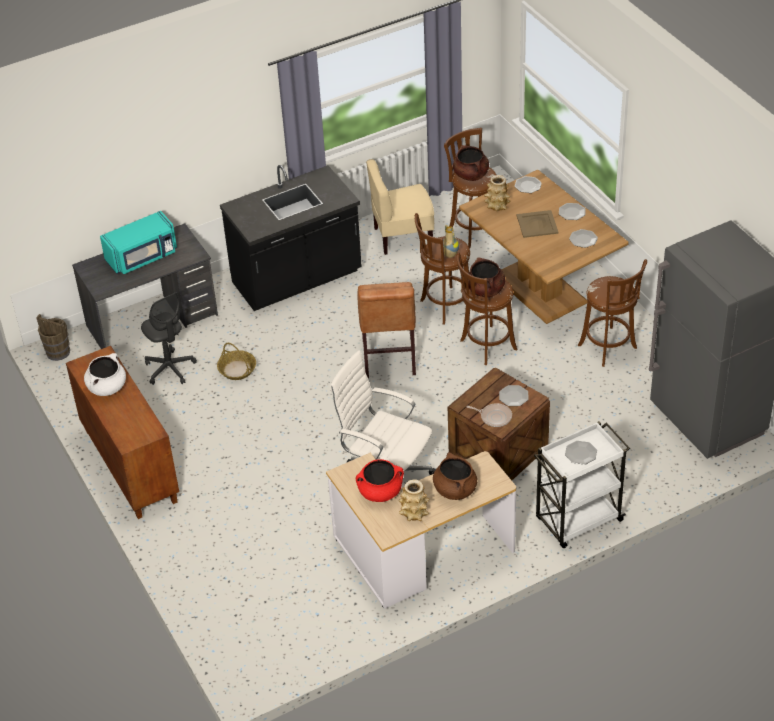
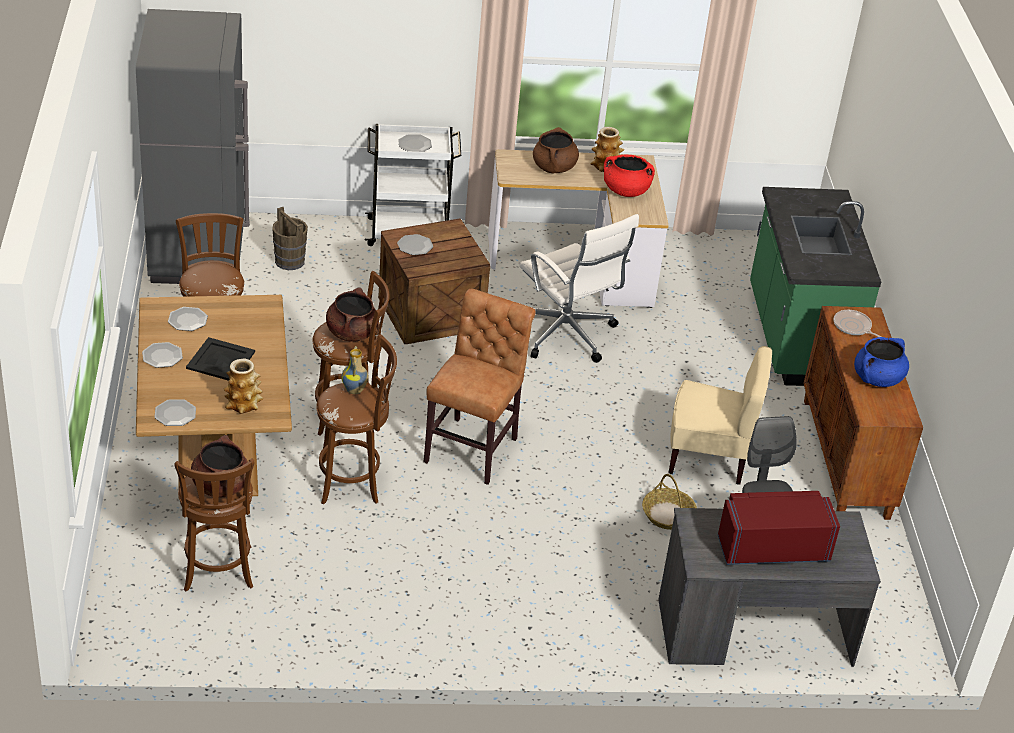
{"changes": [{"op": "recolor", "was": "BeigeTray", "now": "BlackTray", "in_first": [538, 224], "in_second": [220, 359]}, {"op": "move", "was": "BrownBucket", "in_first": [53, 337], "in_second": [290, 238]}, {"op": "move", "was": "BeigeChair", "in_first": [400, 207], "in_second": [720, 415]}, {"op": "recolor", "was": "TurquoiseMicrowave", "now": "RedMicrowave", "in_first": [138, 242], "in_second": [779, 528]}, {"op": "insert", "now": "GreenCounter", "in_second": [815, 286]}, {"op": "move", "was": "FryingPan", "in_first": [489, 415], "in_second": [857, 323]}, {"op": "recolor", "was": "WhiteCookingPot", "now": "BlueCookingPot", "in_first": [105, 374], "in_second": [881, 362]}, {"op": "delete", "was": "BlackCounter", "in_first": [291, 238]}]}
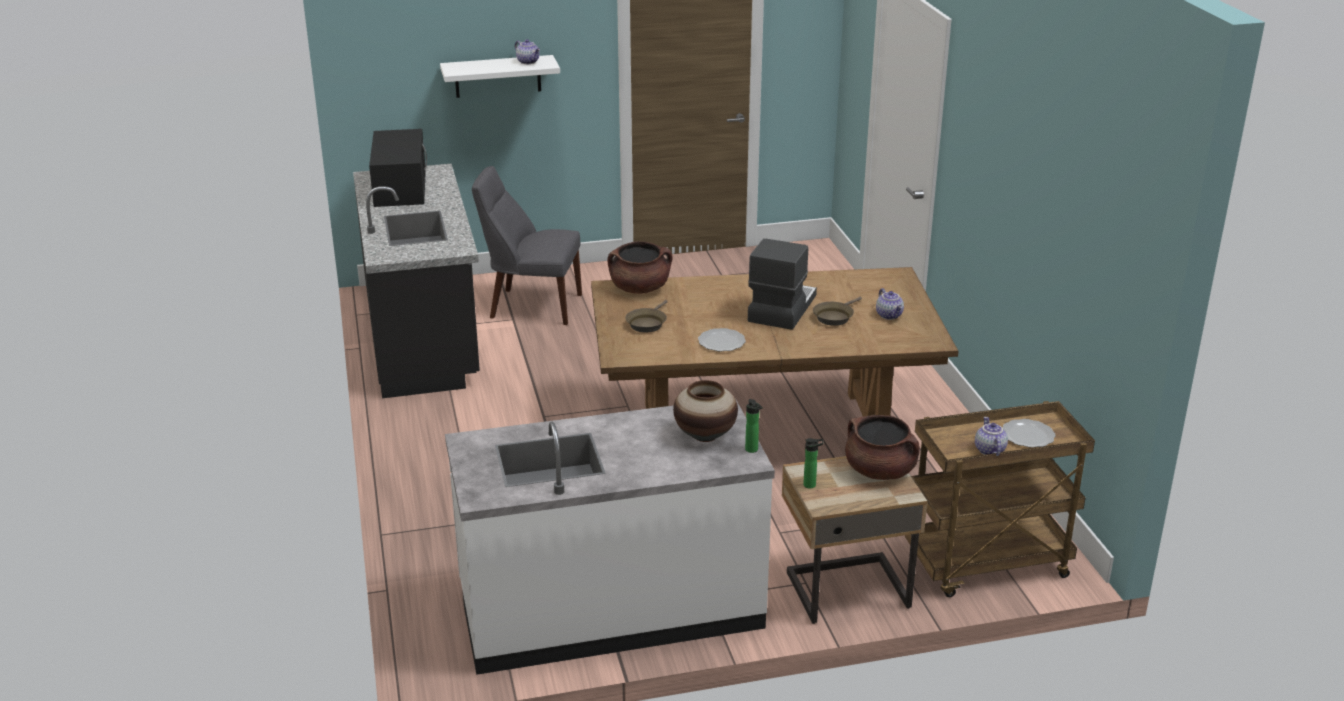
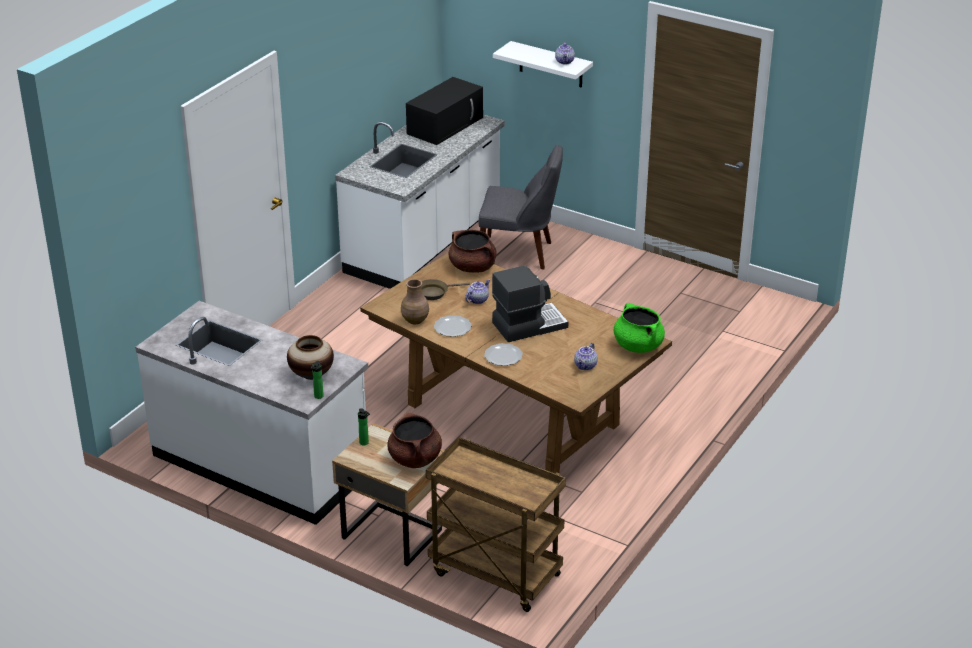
{"changes": [{"op": "recolor", "was": "BlackCounter", "now": "WhiteCounter", "in_first": [416, 281], "in_second": [420, 202]}, {"op": "insert", "now": "BrownVase", "in_second": [415, 301]}, {"op": "move", "was": "Teapot", "in_first": [991, 436], "in_second": [477, 291]}, {"op": "rotate", "was": "GreyChair", "in_first": [527, 245], "in_second": [521, 206], "clockwise": 135}, {"op": "move", "was": "Plate", "in_first": [1029, 433], "in_second": [503, 354]}, {"op": "insert", "now": "GreenCookingPot", "in_second": [639, 328]}, {"op": "delete", "was": "BrownFryingPan", "in_first": [837, 311]}]}
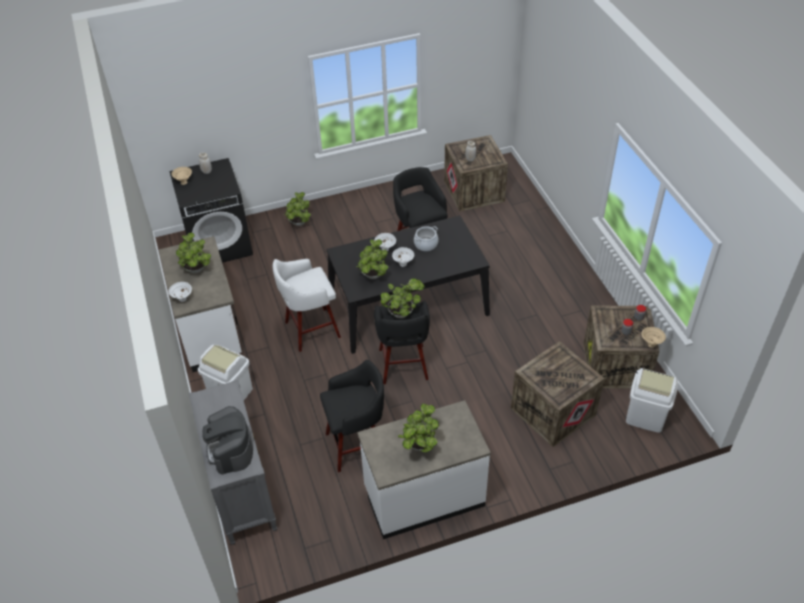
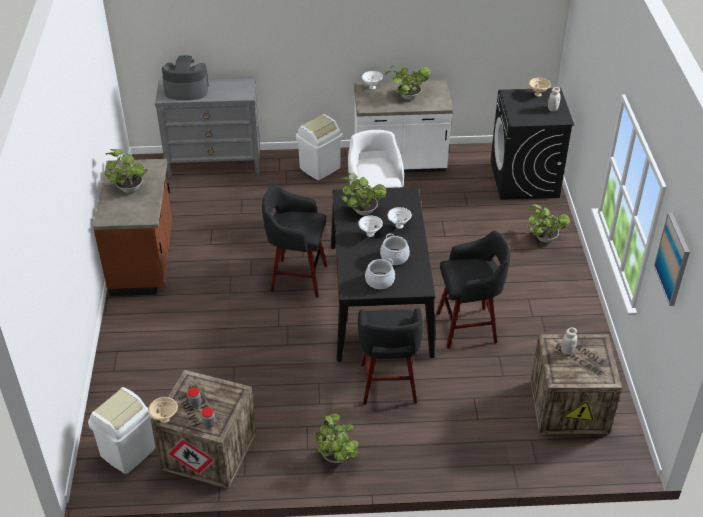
{"changes": [{"op": "recolor", "was": "WhiteCounter", "now": "BrownCounter", "in_first": [424, 469], "in_second": [132, 227]}, {"op": "move", "was": "PottedPlant", "in_first": [403, 298], "in_second": [337, 438]}, {"op": "move", "was": "BlackStool", "in_first": [352, 416], "in_second": [390, 356]}, {"op": "insert", "now": "CookingPot", "in_second": [380, 273]}, {"op": "insert", "now": "Picture", "in_second": [672, 259]}, {"op": "delete", "was": "Crate", "in_first": [558, 394]}]}
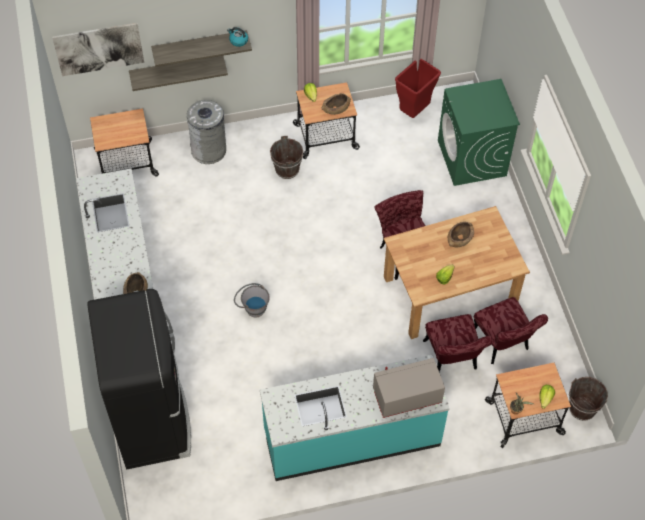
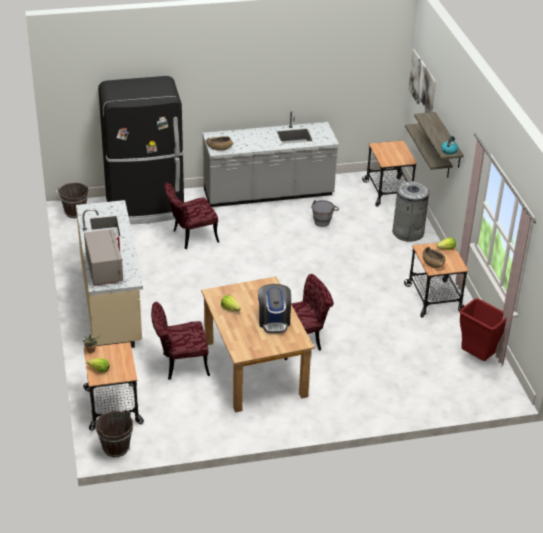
{"changes": [{"op": "move", "was": "BrownBucket", "in_first": [286, 157], "in_second": [73, 200]}, {"op": "recolor", "was": "TurquoiseCounter", "now": "BeigeCounter", "in_first": [355, 418], "in_second": [109, 274]}, {"op": "move", "was": "RedChair", "in_first": [511, 330], "in_second": [191, 216]}, {"op": "replace", "was": "BrownBowl", "now": "CoffeeMachine", "in_first": [461, 234], "in_second": [274, 308]}, {"op": "move", "was": "GreyBucket", "in_first": [252, 300], "in_second": [325, 213]}, {"op": "delete", "was": "GreenWashingMachine", "in_first": [479, 132]}]}
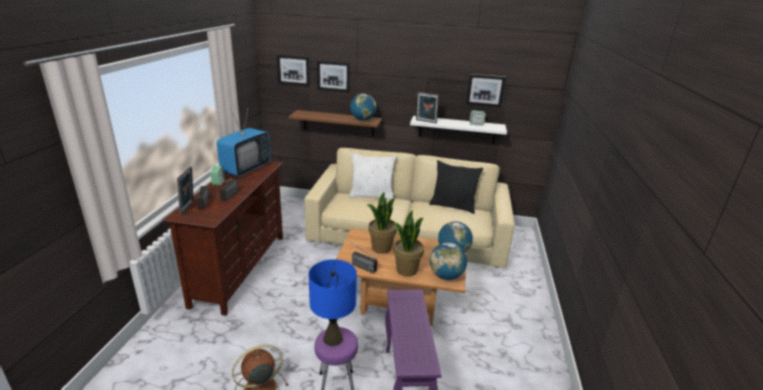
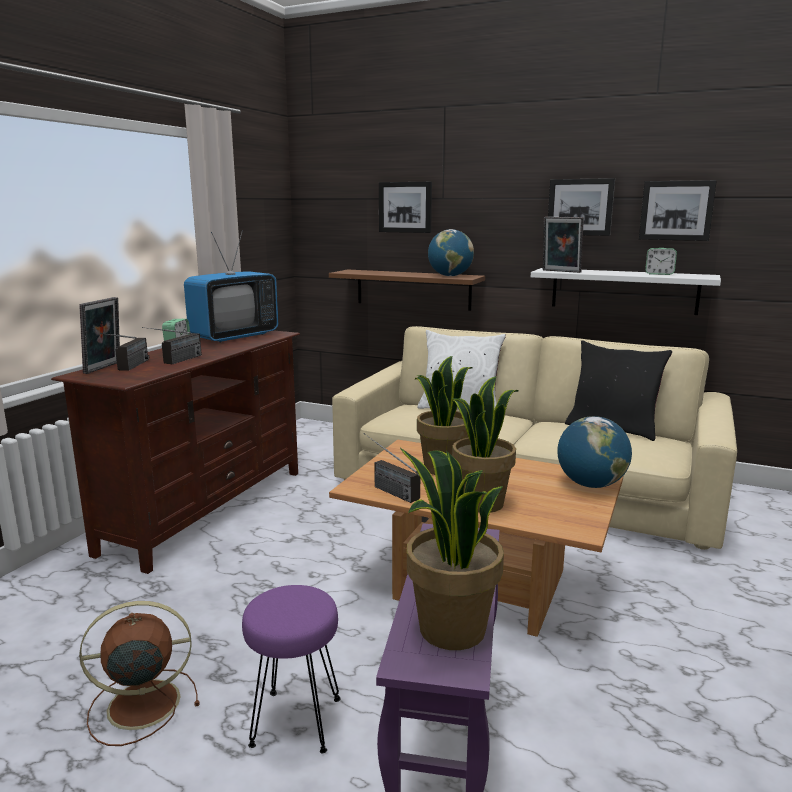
{"changes": [{"op": "insert", "now": "PottedPlant", "in_second": [452, 549]}, {"op": "move", "was": "Picture", "in_first": [293, 71], "in_second": [581, 207]}, {"op": "delete", "was": "BlueTableLamp", "in_first": [333, 302]}, {"op": "delete", "was": "Globe", "in_first": [448, 261]}]}
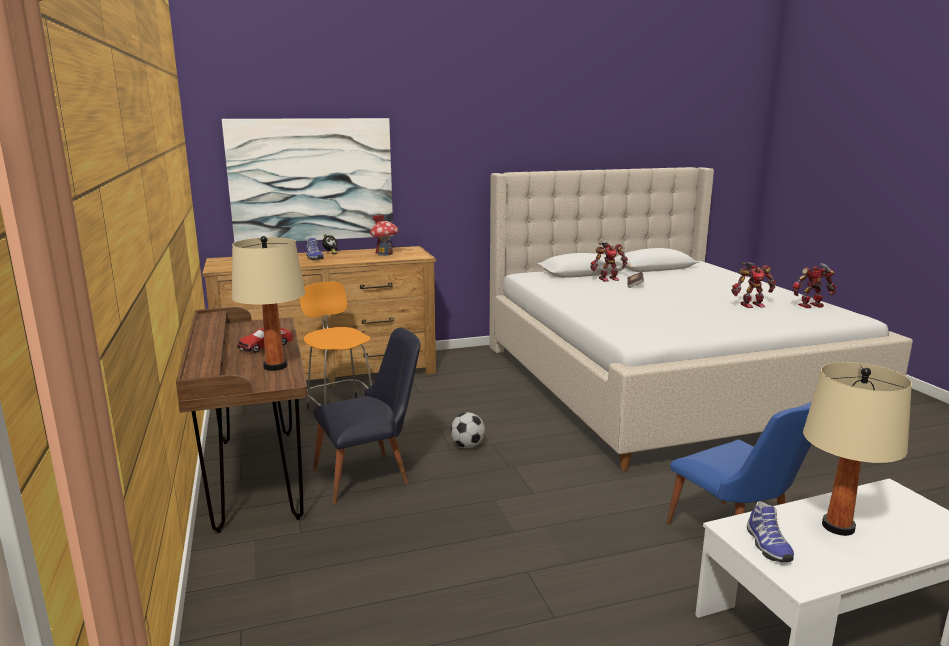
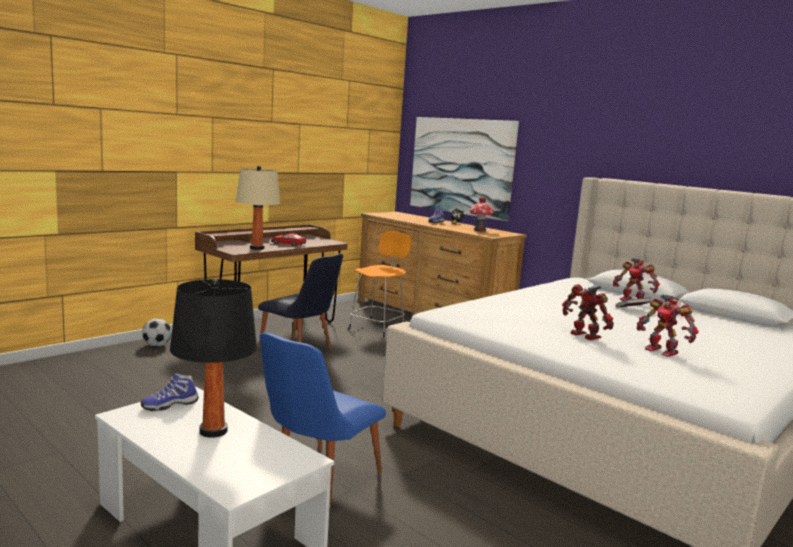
{"changes": [{"op": "move", "was": "Football", "in_first": [468, 430], "in_second": [156, 332]}, {"op": "recolor", "was": "BeigeTableLamp", "now": "BlackTableLamp", "in_first": [857, 449], "in_second": [213, 358]}, {"op": "move", "was": "ToyRobot", "in_first": [815, 285], "in_second": [588, 312]}]}
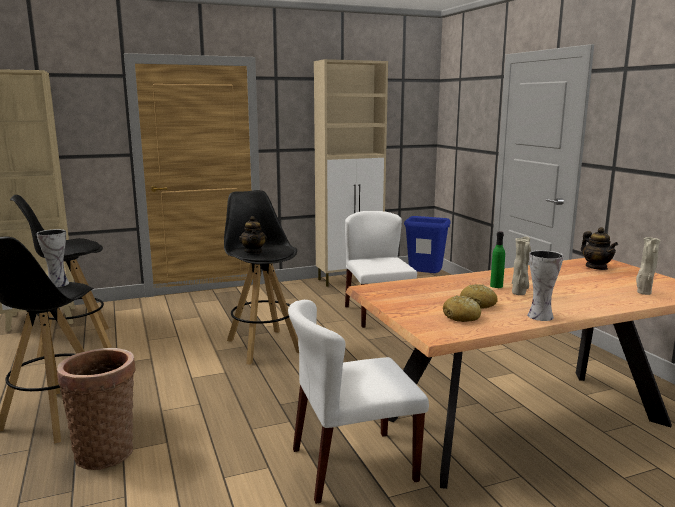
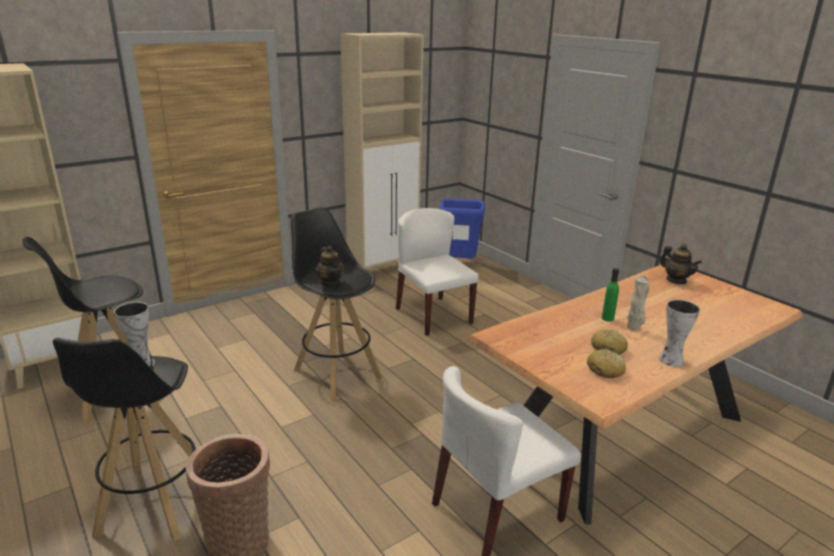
{"changes": [{"op": "delete", "was": "BeigeVase", "in_first": [648, 266]}]}
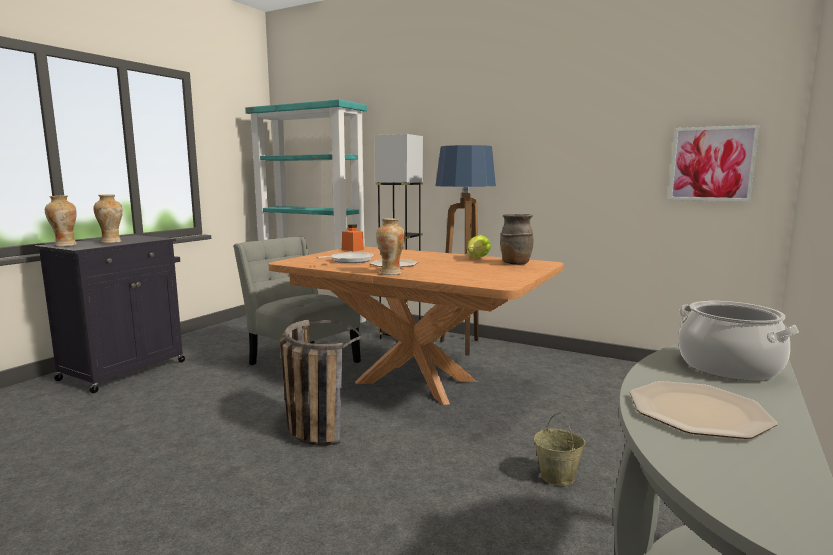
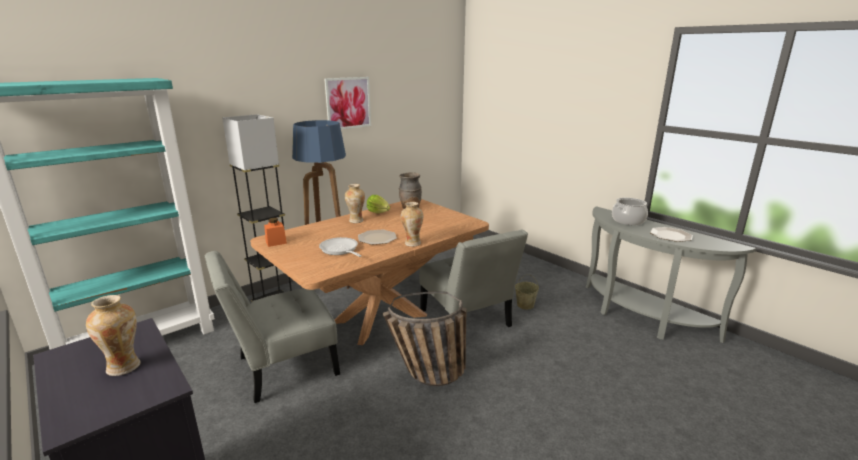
{"changes": [{"op": "move", "was": "Picture", "in_first": [714, 163], "in_second": [347, 103]}, {"op": "move", "was": "Vase", "in_first": [61, 221], "in_second": [355, 203]}, {"op": "insert", "now": "GreyChair", "in_second": [473, 278]}]}
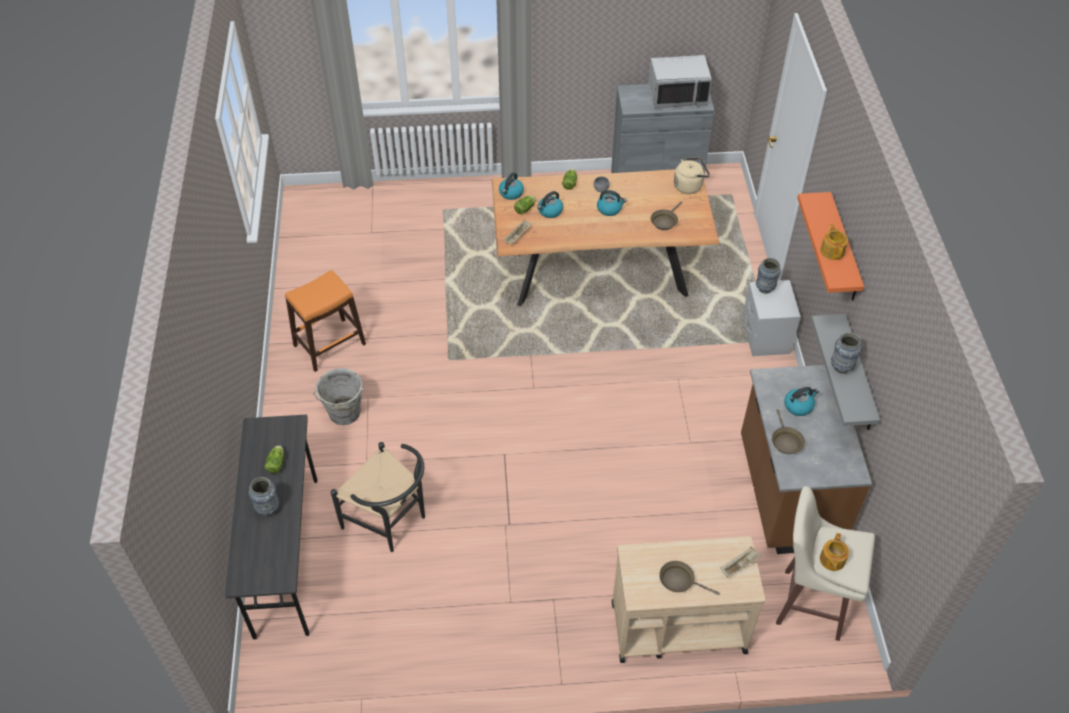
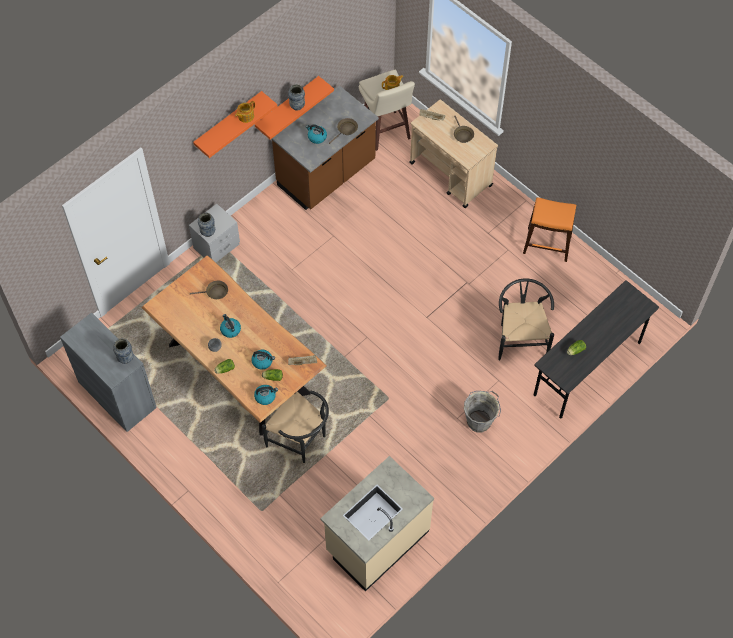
{"changes": [{"op": "move", "was": "Vase", "in_first": [264, 496], "in_second": [123, 351]}, {"op": "recolor", "was": "GreyShelf", "now": "OrangeShelf", "in_first": [845, 372], "in_second": [294, 108]}, {"op": "insert", "now": "BlackChair", "in_second": [295, 427]}, {"op": "insert", "now": "BeigeCounter", "in_second": [377, 524]}, {"op": "move", "was": "OrangeStool", "in_first": [325, 321], "in_second": [549, 229]}, {"op": "delete", "was": "GreyMicrowave", "in_first": [680, 82]}, {"op": "delete", "was": "BeigeKettle", "in_first": [692, 176]}]}
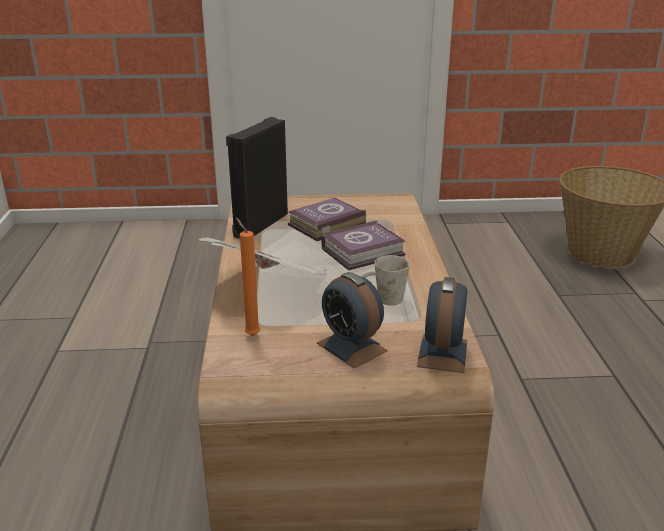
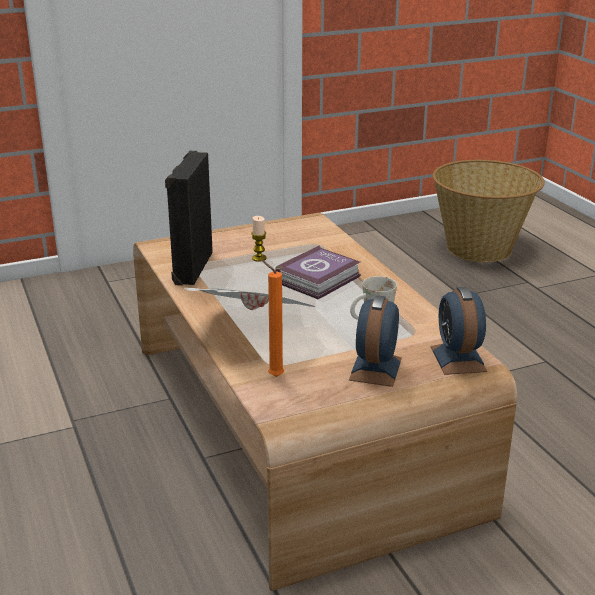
{"changes": [{"op": "replace", "was": "Book", "now": "Candle", "in_first": [327, 219], "in_second": [259, 239]}, {"op": "rotate", "was": "AlarmClock", "in_first": [352, 320], "in_second": [375, 341], "clockwise": 75}]}
